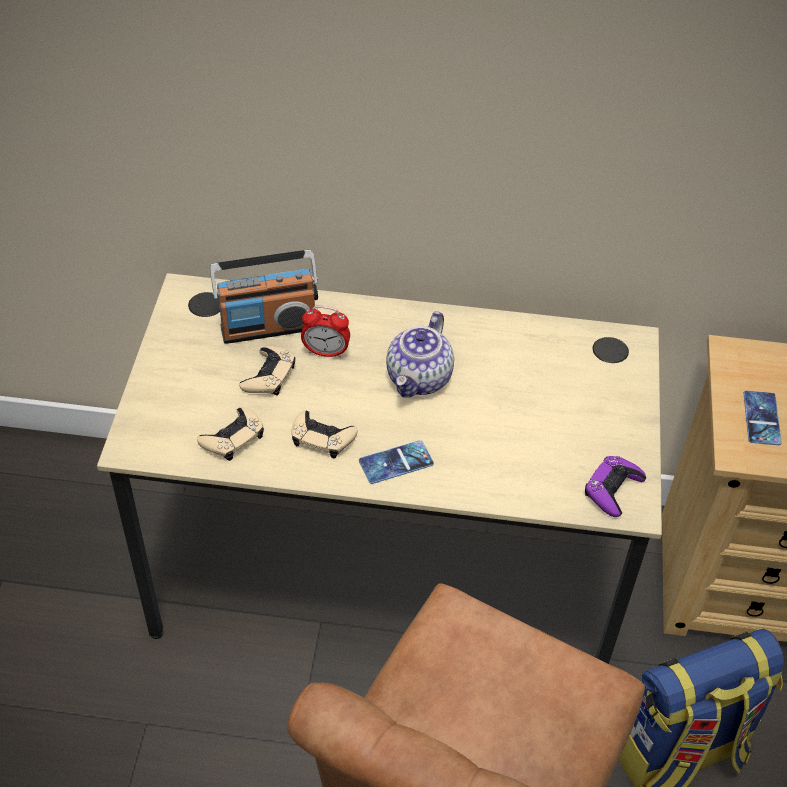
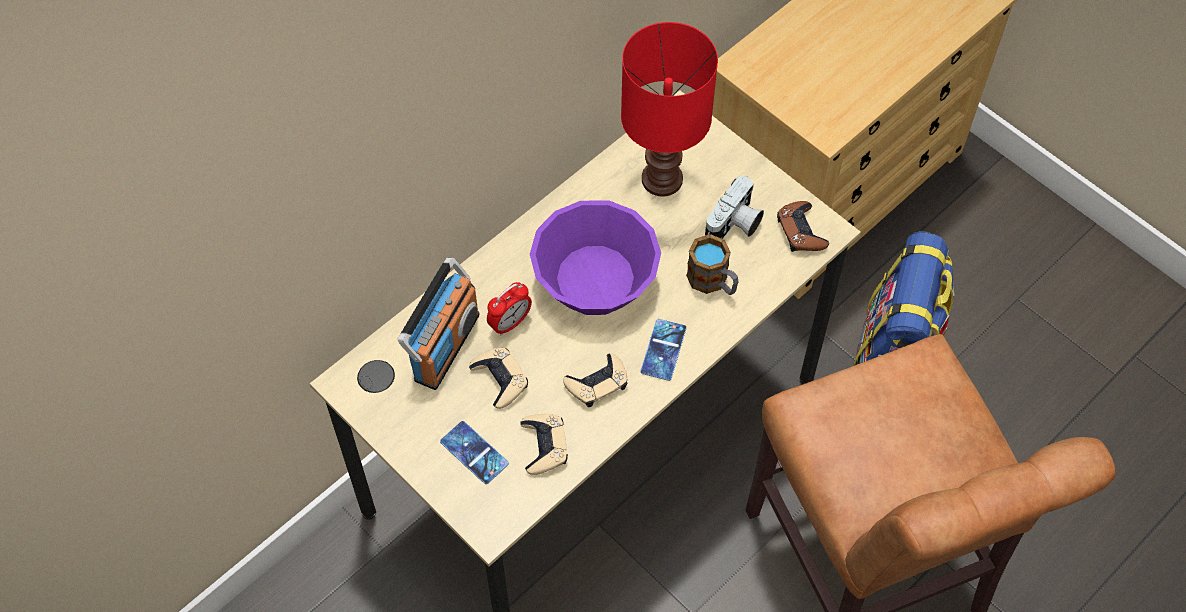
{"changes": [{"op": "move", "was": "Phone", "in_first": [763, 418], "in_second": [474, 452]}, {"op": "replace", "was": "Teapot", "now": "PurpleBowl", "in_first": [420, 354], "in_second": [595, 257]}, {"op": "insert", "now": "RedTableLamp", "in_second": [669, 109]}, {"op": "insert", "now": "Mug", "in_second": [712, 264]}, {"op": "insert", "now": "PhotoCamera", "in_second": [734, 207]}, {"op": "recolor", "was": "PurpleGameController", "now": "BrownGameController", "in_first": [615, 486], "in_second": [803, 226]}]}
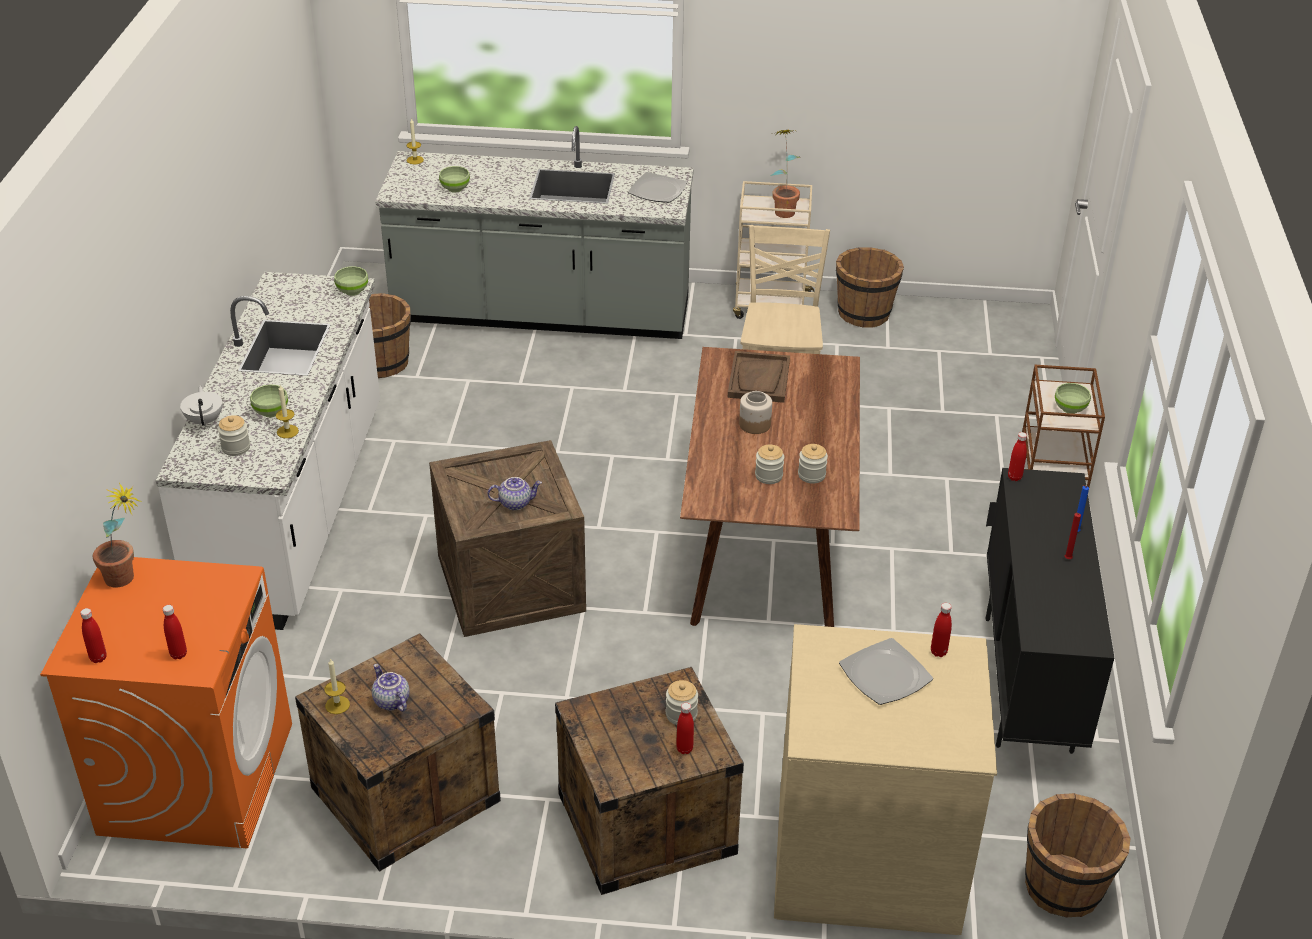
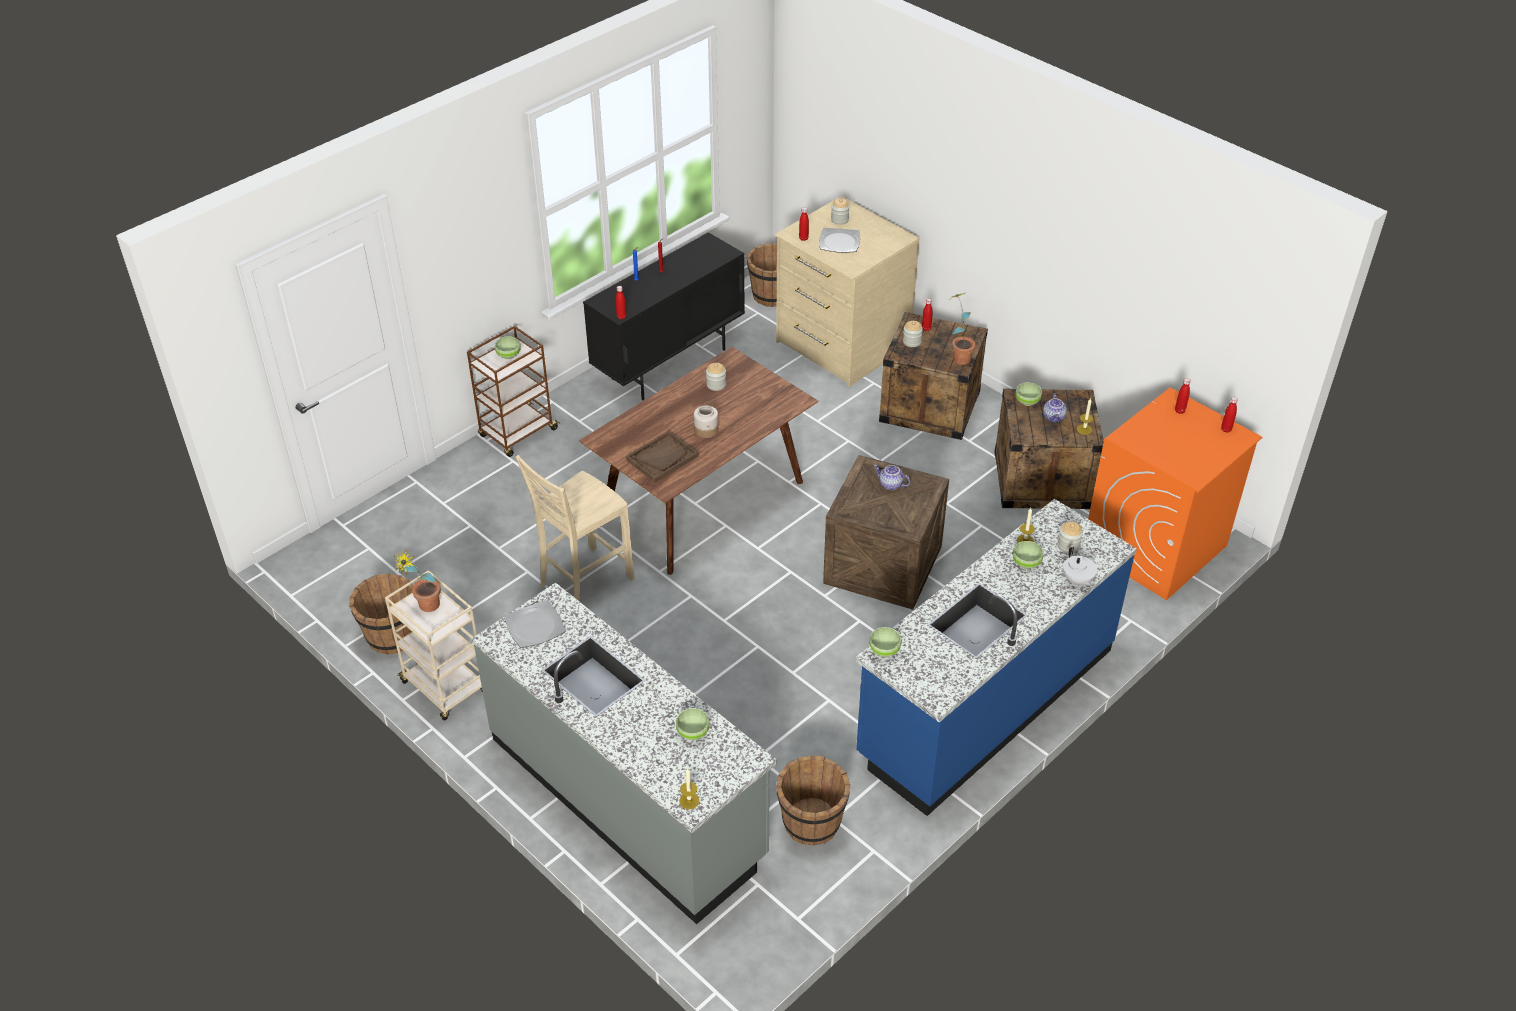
{"changes": [{"op": "move", "was": "Jar", "in_first": [769, 464], "in_second": [840, 212]}, {"op": "recolor", "was": "WhiteCounter", "now": "BlueCounter", "in_first": [268, 451], "in_second": [996, 657]}, {"op": "move", "was": "PottedPlant", "in_first": [117, 535], "in_second": [964, 329]}, {"op": "insert", "now": "GreenBowl", "in_second": [1028, 394]}, {"op": "rotate", "was": "WhiteTeapot", "in_first": [201, 406], "in_second": [1080, 566], "clockwise": -45}]}
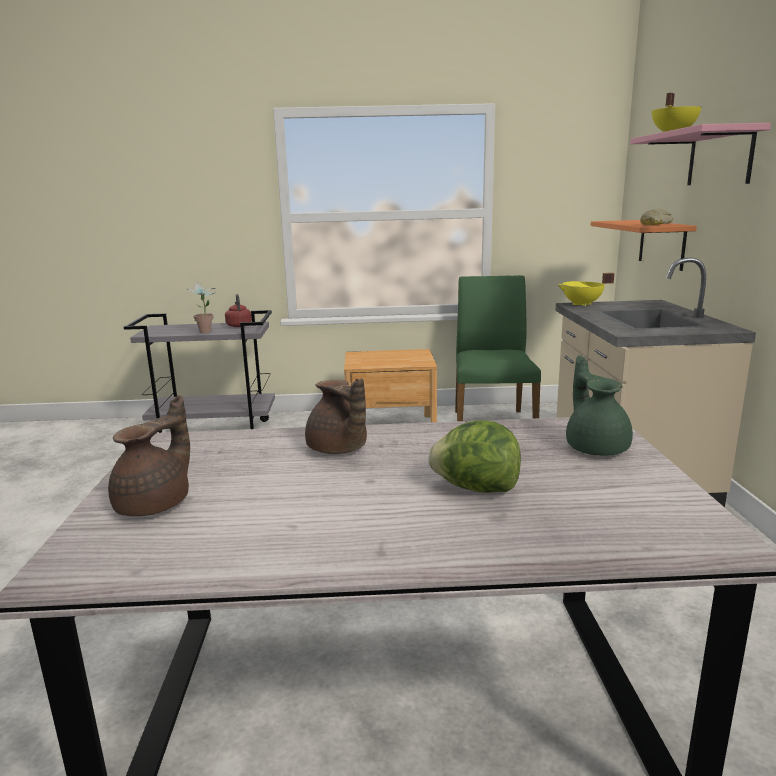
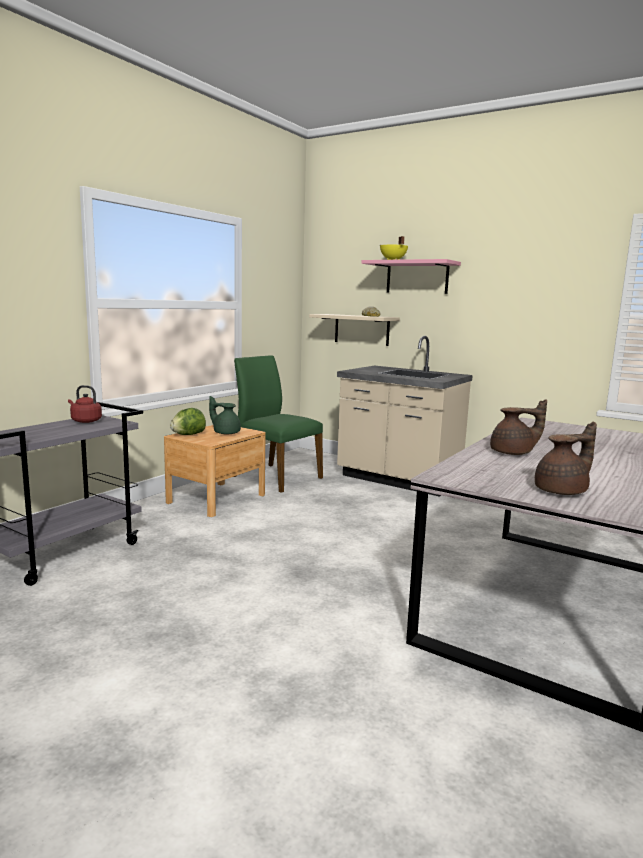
{"changes": [{"op": "move", "was": "Lettuce", "in_first": [474, 456], "in_second": [188, 421]}, {"op": "move", "was": "GreenTeapot", "in_first": [599, 405], "in_second": [225, 415]}, {"op": "recolor", "was": "OrangeShelf", "now": "BeigeShelf", "in_first": [644, 245], "in_second": [354, 330]}, {"op": "rotate", "was": "BrownTeapot", "in_first": [149, 455], "in_second": [566, 458], "clockwise": 90}, {"op": "delete", "was": "PottedPlant", "in_first": [201, 307]}, {"op": "delete", "was": "YellowCookingPot", "in_first": [586, 289]}]}
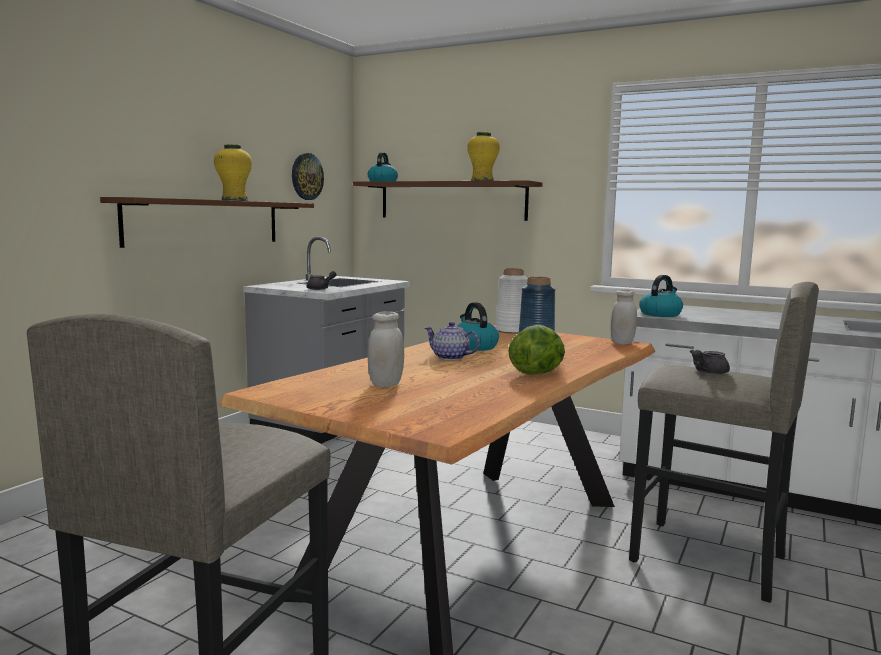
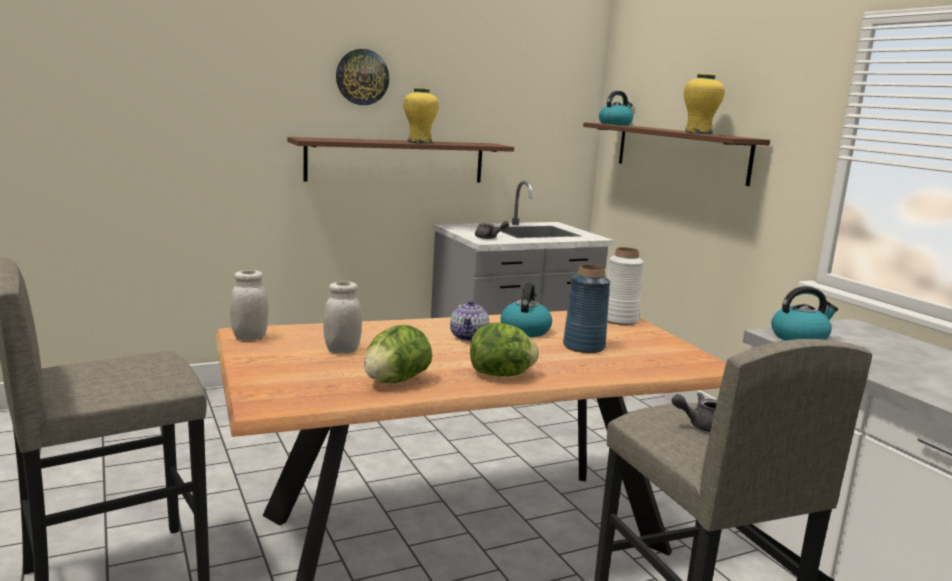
{"changes": [{"op": "move", "was": "WhiteJar", "in_first": [624, 317], "in_second": [249, 305]}, {"op": "move", "was": "WallClock", "in_first": [308, 176], "in_second": [362, 77]}, {"op": "insert", "now": "Lettuce", "in_second": [398, 354]}, {"op": "rotate", "was": "Teapot", "in_first": [452, 341], "in_second": [469, 321], "clockwise": -150}]}
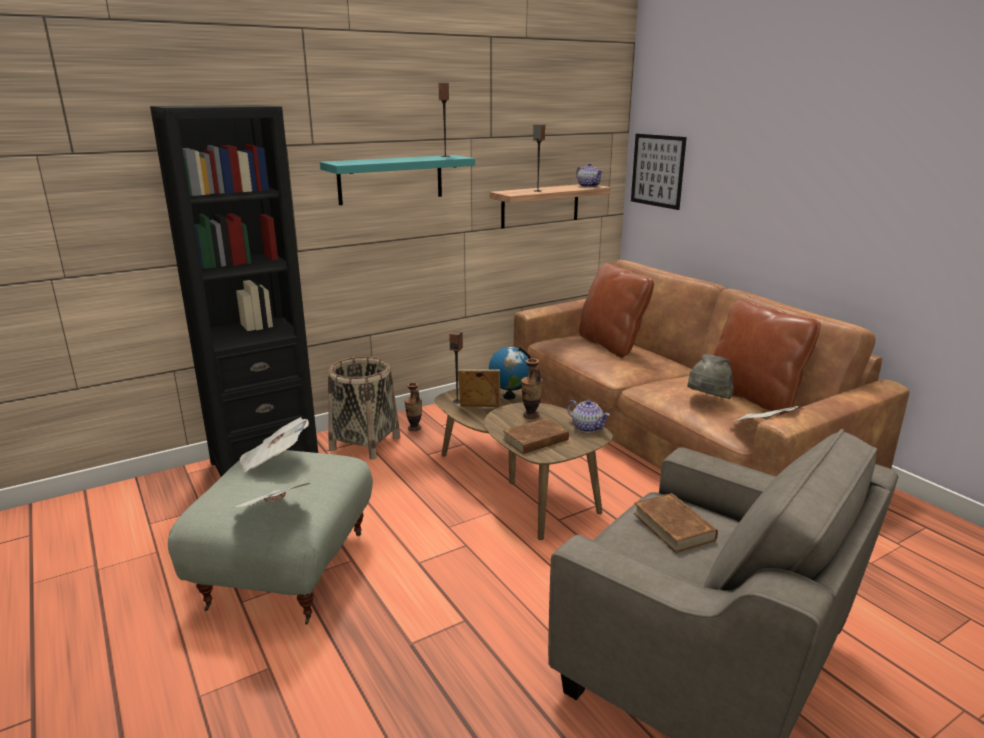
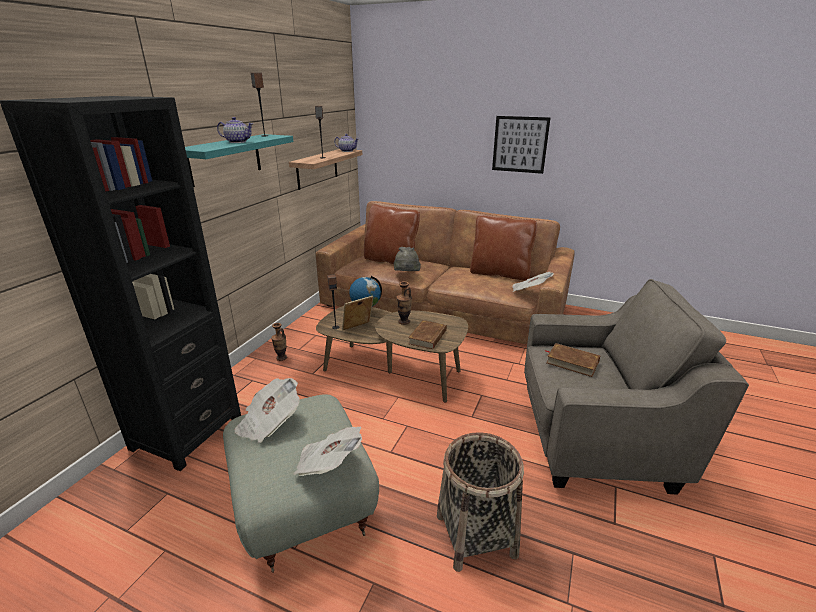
{"changes": [{"op": "move", "was": "Teapot", "in_first": [588, 416], "in_second": [235, 130]}, {"op": "move", "was": "GreyHat", "in_first": [710, 376], "in_second": [407, 259]}, {"op": "move", "was": "Basket", "in_first": [364, 408], "in_second": [480, 502]}, {"op": "move", "was": "Picture", "in_first": [659, 172], "in_second": [521, 145]}]}
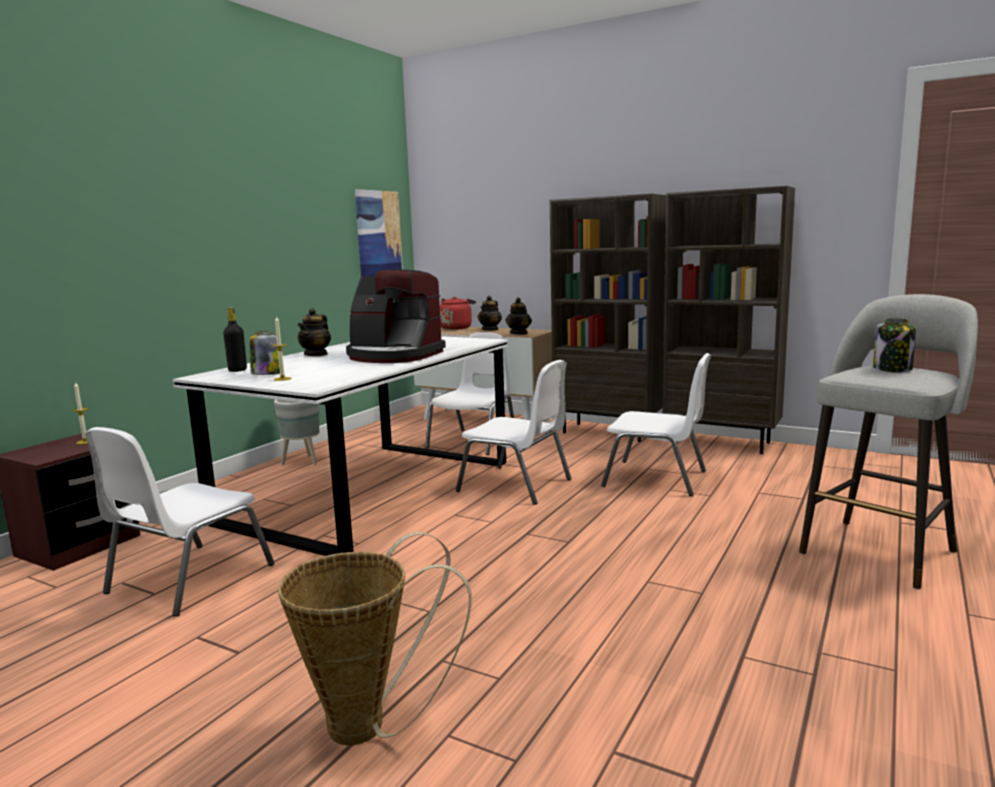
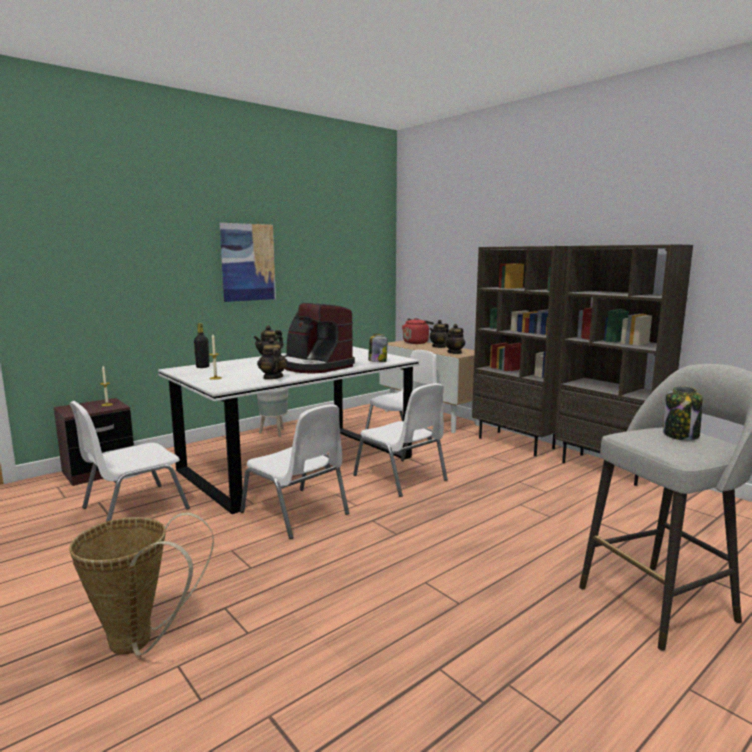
{"changes": [{"op": "move", "was": "Picture", "in_first": [379, 232], "in_second": [248, 262]}, {"op": "move", "was": "WhiteChair", "in_first": [656, 424], "in_second": [294, 471]}, {"op": "insert", "now": "Teapot", "in_second": [272, 359]}, {"op": "move", "was": "Jar", "in_first": [265, 353], "in_second": [378, 348]}]}
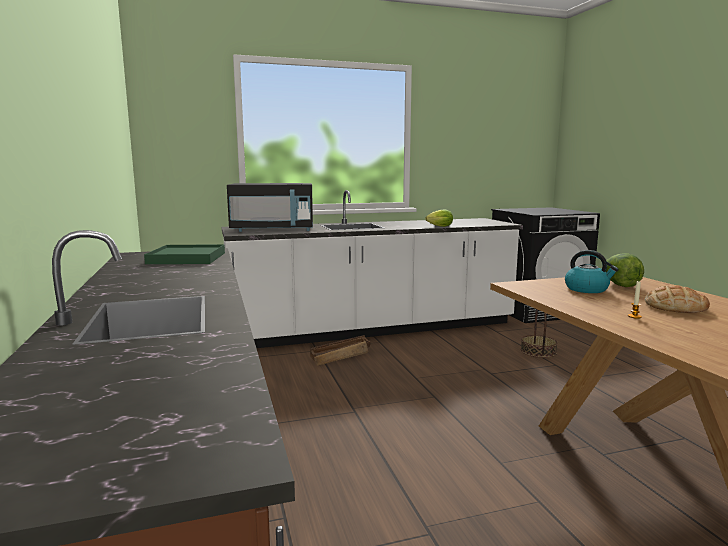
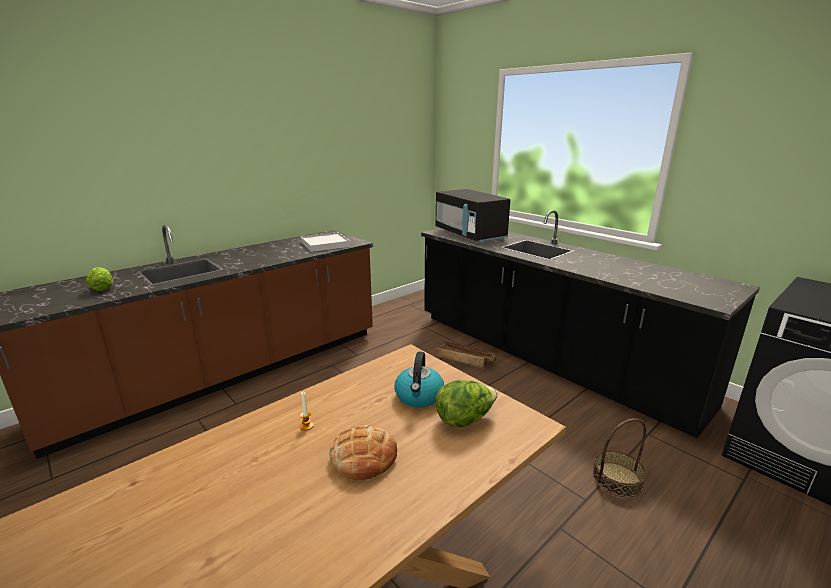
{"changes": [{"op": "move", "was": "Lettuce", "in_first": [439, 218], "in_second": [99, 279]}, {"op": "recolor", "was": "GreenTray", "now": "WhiteTray", "in_first": [184, 254], "in_second": [325, 242]}, {"op": "recolor", "was": "WhiteCounter", "now": "BlackCounter", "in_first": [372, 269], "in_second": [590, 324]}]}
